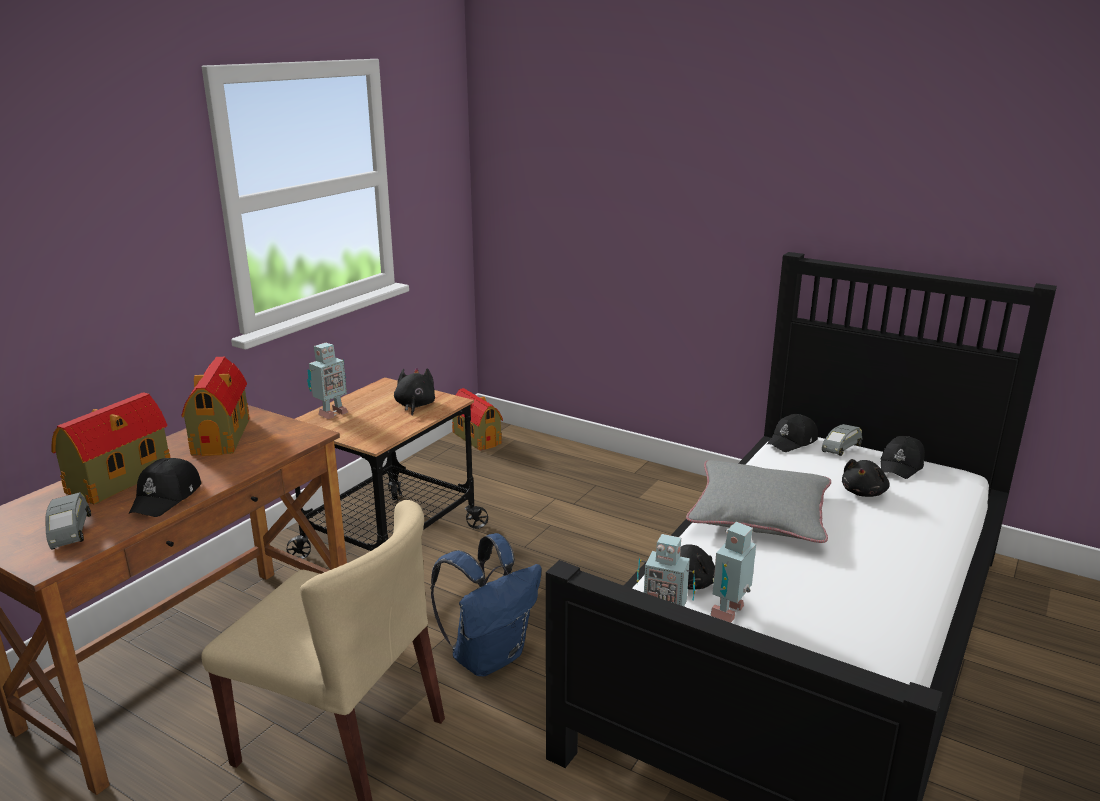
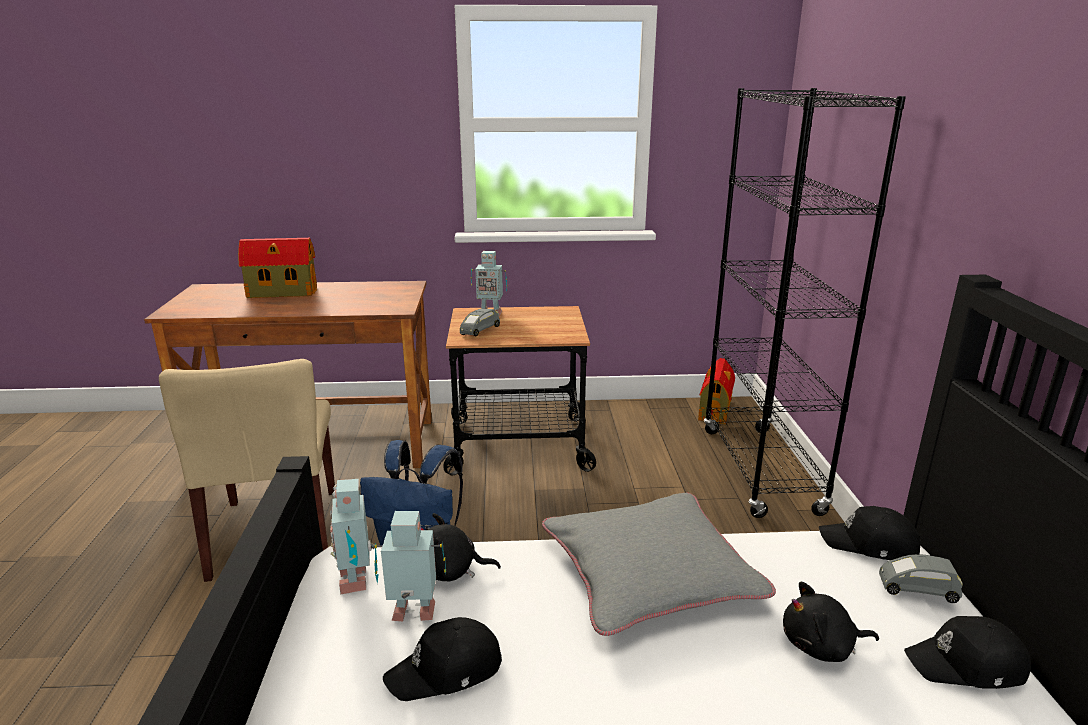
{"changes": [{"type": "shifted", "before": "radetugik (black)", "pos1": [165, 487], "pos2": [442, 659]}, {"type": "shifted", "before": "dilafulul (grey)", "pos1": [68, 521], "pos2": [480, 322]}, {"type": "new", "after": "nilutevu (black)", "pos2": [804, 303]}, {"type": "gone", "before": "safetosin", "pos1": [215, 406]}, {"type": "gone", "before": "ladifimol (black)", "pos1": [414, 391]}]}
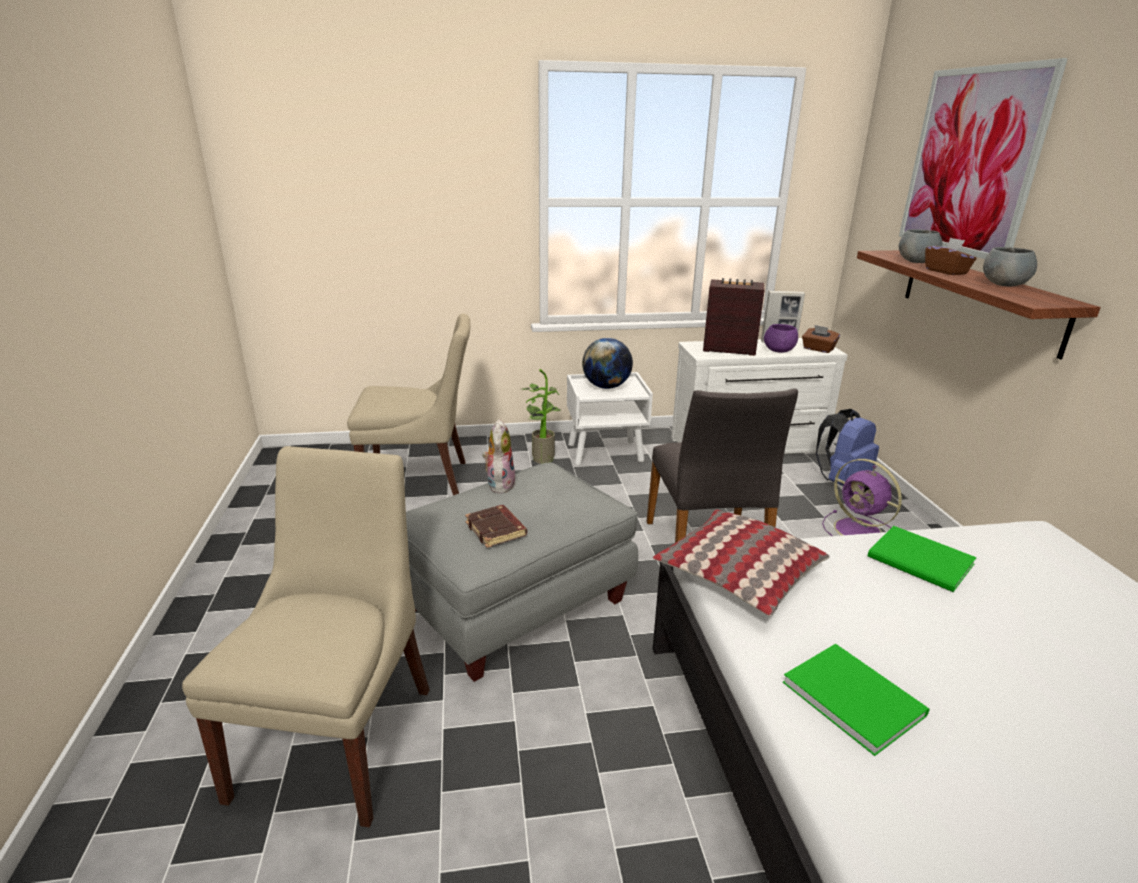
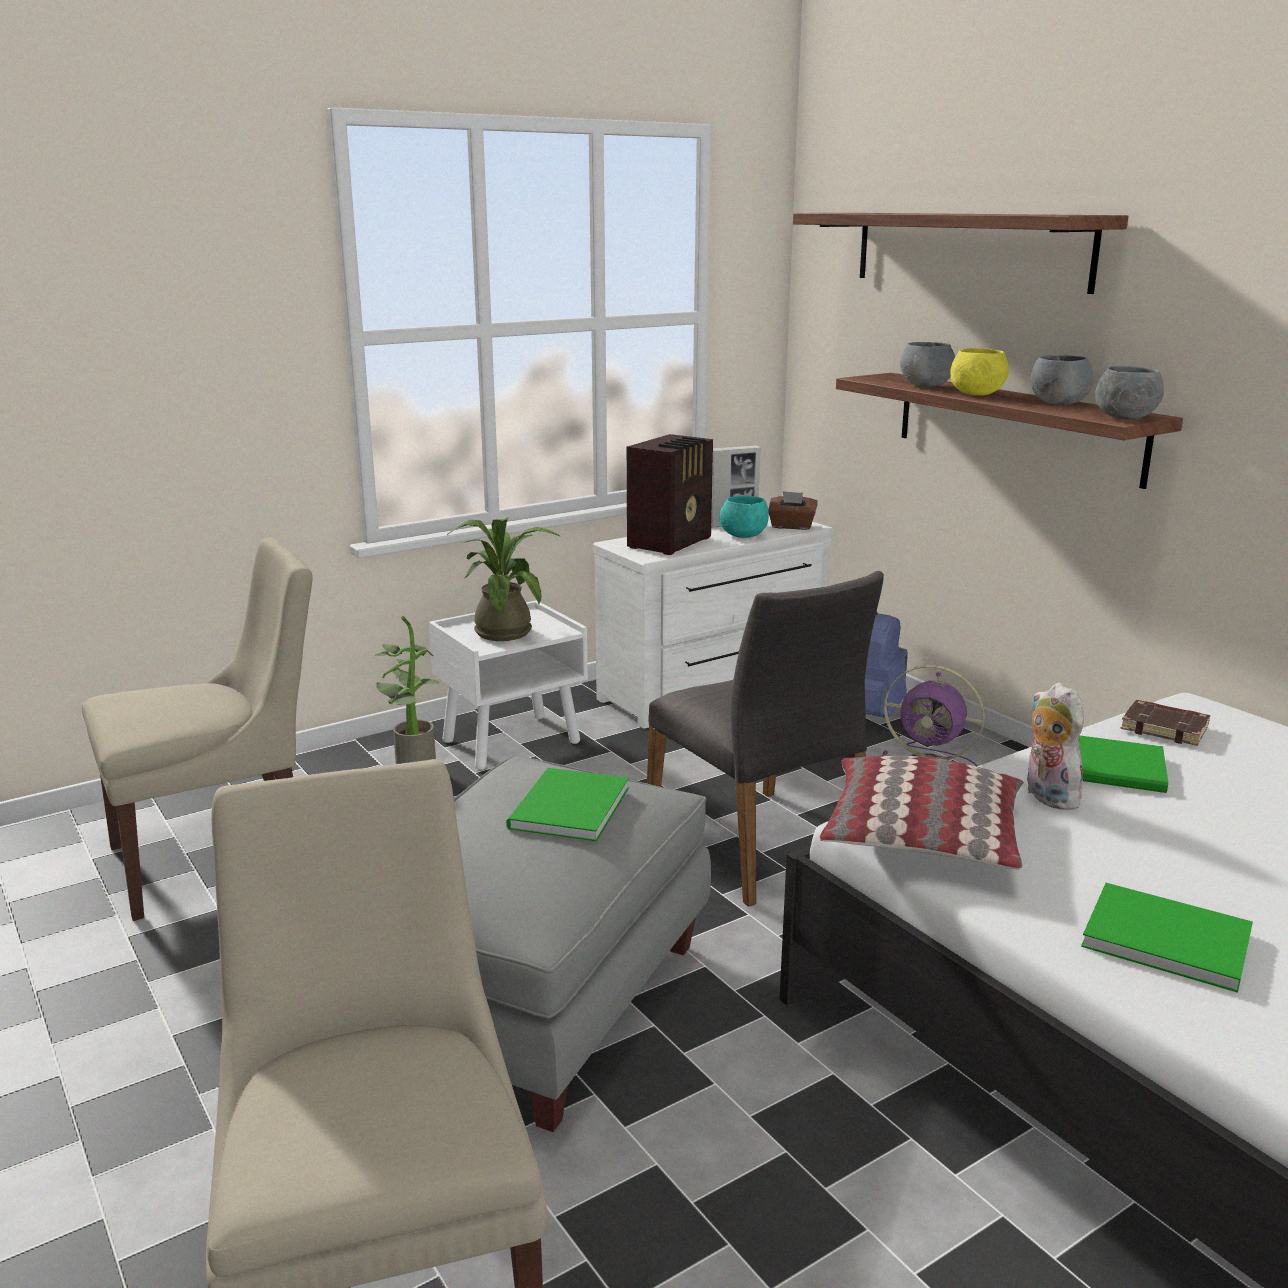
{"changes": [{"type": "swapped", "before": "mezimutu", "after": "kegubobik", "pos1": [607, 363], "pos2": [503, 579]}, {"type": "new", "after": "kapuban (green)", "pos2": [567, 805]}, {"type": "rotated", "before": "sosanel", "pos1": [734, 317], "pos2": [670, 494], "turn": 135}, {"type": "repainted", "before": "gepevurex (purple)", "after": "gepevurex (turquoise)", "pos1": [781, 338], "pos2": [744, 517]}, {"type": "swapped", "before": "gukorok", "after": "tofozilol", "pos1": [983, 158], "pos2": [960, 253]}, {"type": "swapped", "before": "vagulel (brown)", "after": "gepevurex (yellow)", "pos1": [951, 256], "pos2": [979, 372]}, {"type": "shifted", "before": "ladifimol", "pos1": [498, 456], "pos2": [1055, 746]}, {"type": "new", "after": "gepevurex (grey)", "pos2": [1129, 392]}, {"type": "shifted", "before": "kapuban (brown)", "pos1": [496, 526], "pos2": [1165, 723]}]}
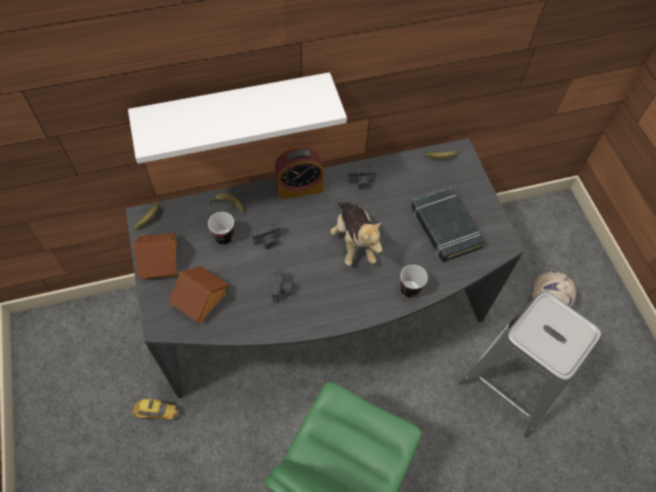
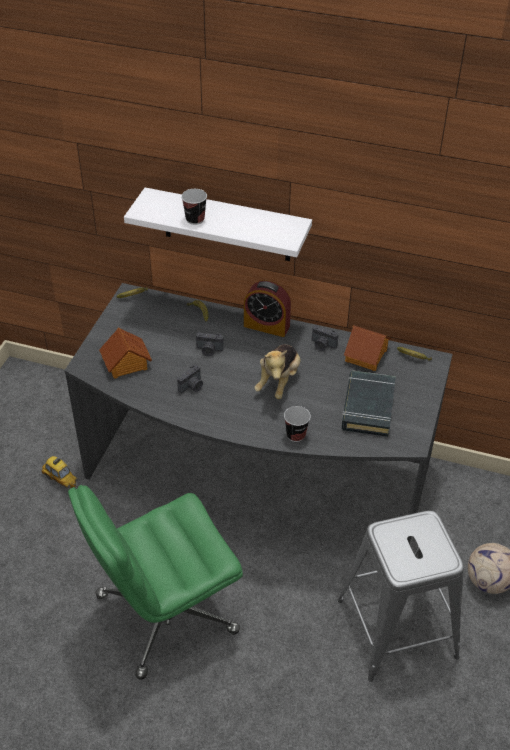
{"changes": [{"type": "shifted", "before": "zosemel", "pos1": [221, 228], "pos2": [194, 207]}, {"type": "shifted", "before": "safetosin", "pos1": [155, 256], "pos2": [367, 348]}]}
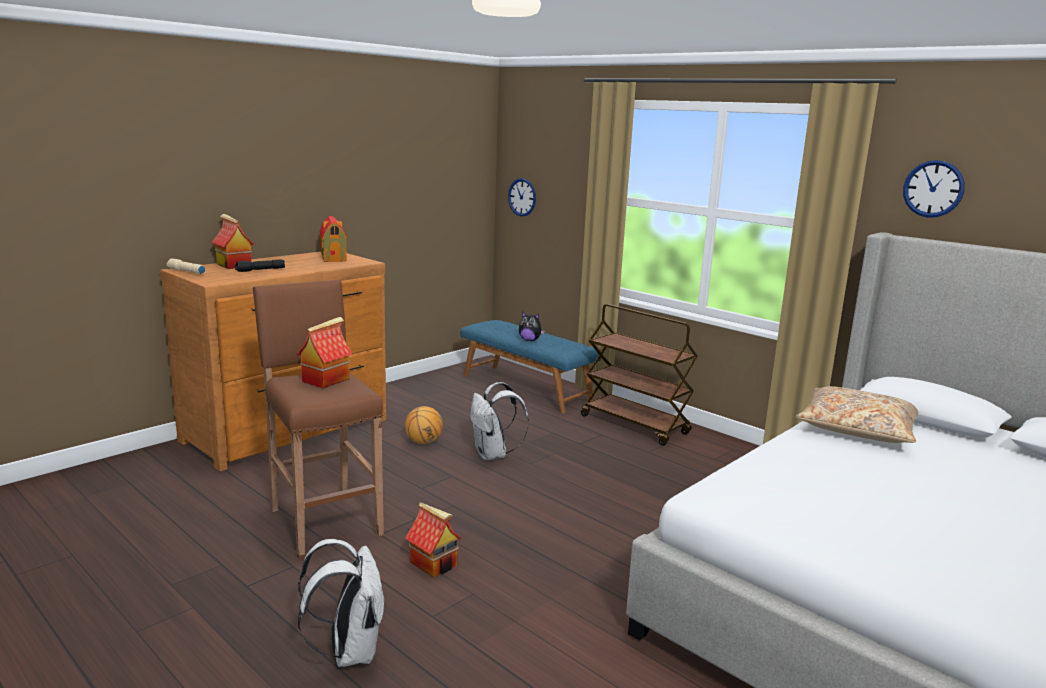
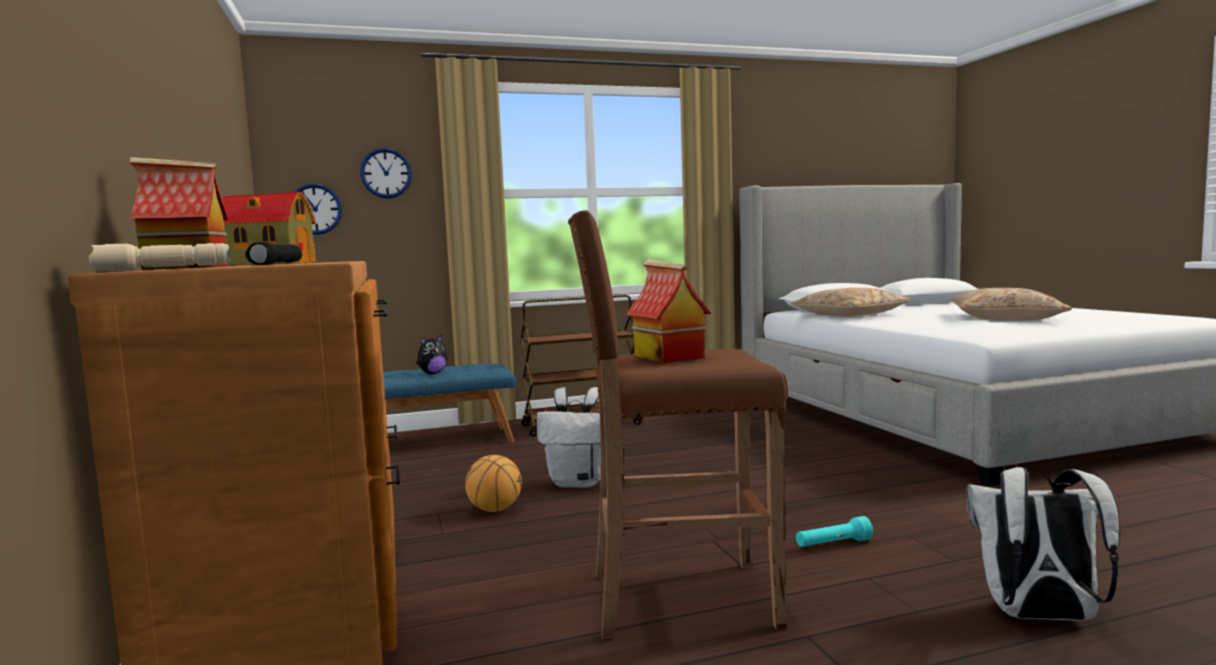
{"changes": [{"type": "shifted", "before": "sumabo", "pos1": [934, 189], "pos2": [386, 173]}, {"type": "swapped", "before": "safetosin", "after": "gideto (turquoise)", "pos1": [433, 539], "pos2": [834, 531]}, {"type": "new", "after": "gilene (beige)", "pos2": [1011, 304]}]}
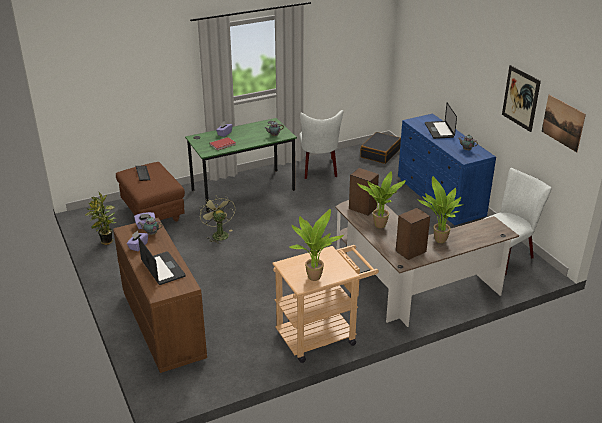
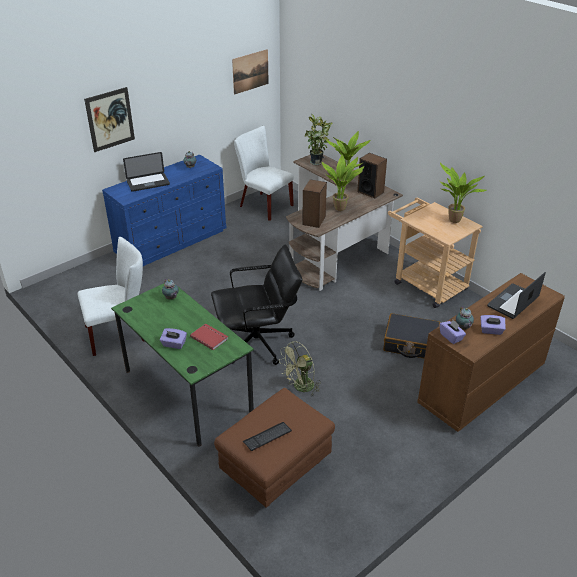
{"changes": [{"type": "shifted", "before": "gukorok", "pos1": [521, 98], "pos2": [109, 119]}, {"type": "new", "after": "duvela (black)", "pos2": [256, 304]}, {"type": "shifted", "before": "kegubobik", "pos1": [100, 218], "pos2": [318, 139]}, {"type": "shifted", "before": "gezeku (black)", "pos1": [380, 148], "pos2": [412, 336]}]}
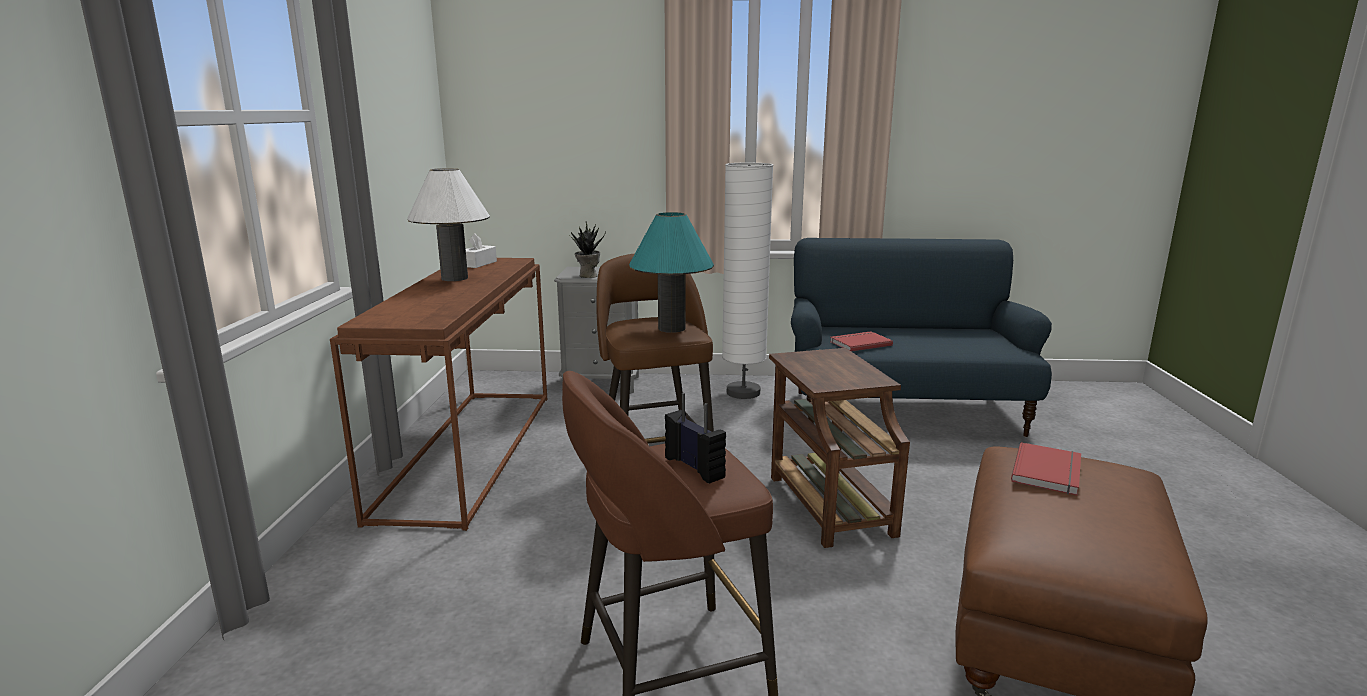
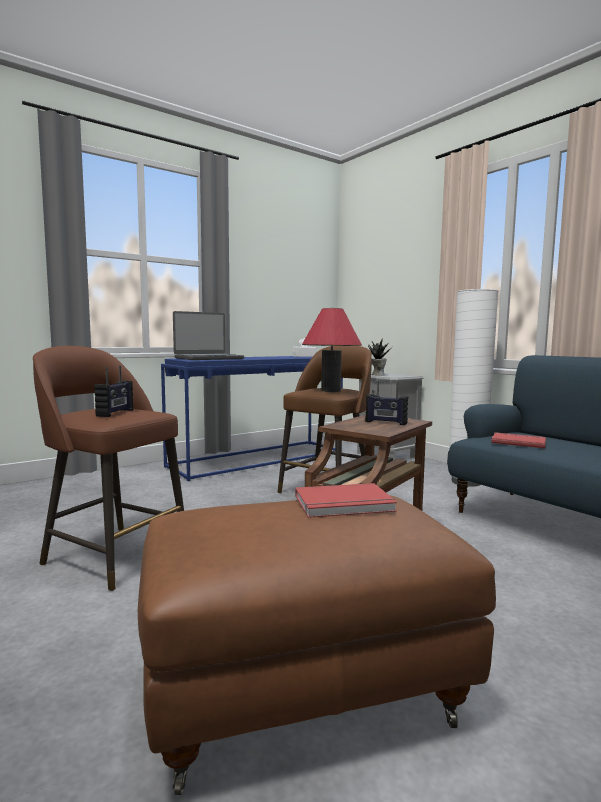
{"changes": [{"type": "repainted", "before": "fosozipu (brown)", "after": "fosozipu (blue)", "pos1": [438, 394], "pos2": [252, 418]}, {"type": "new", "after": "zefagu", "pos2": [208, 335]}, {"type": "repainted", "before": "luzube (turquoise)", "after": "luzube (red)", "pos1": [671, 272], "pos2": [332, 350]}, {"type": "new", "after": "sosanel", "pos2": [386, 403]}, {"type": "gone", "before": "luzube (white)", "pos1": [448, 224]}]}
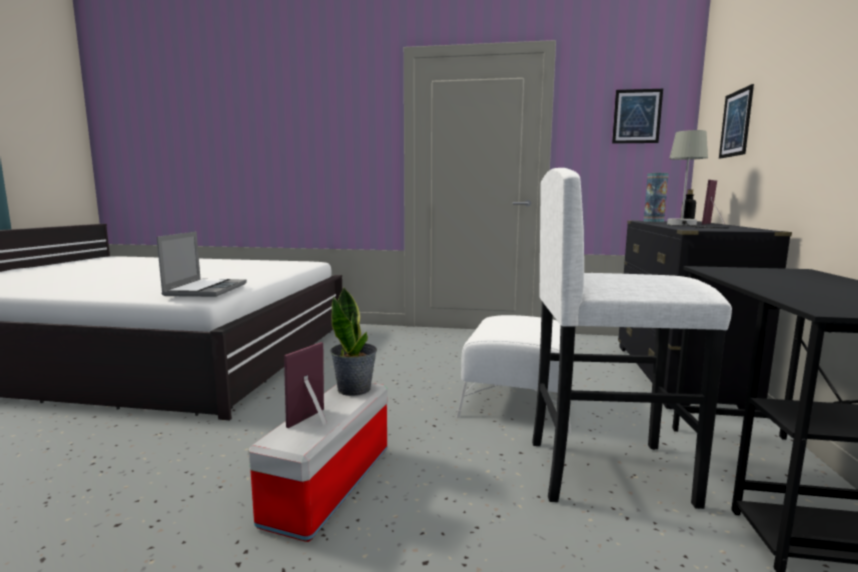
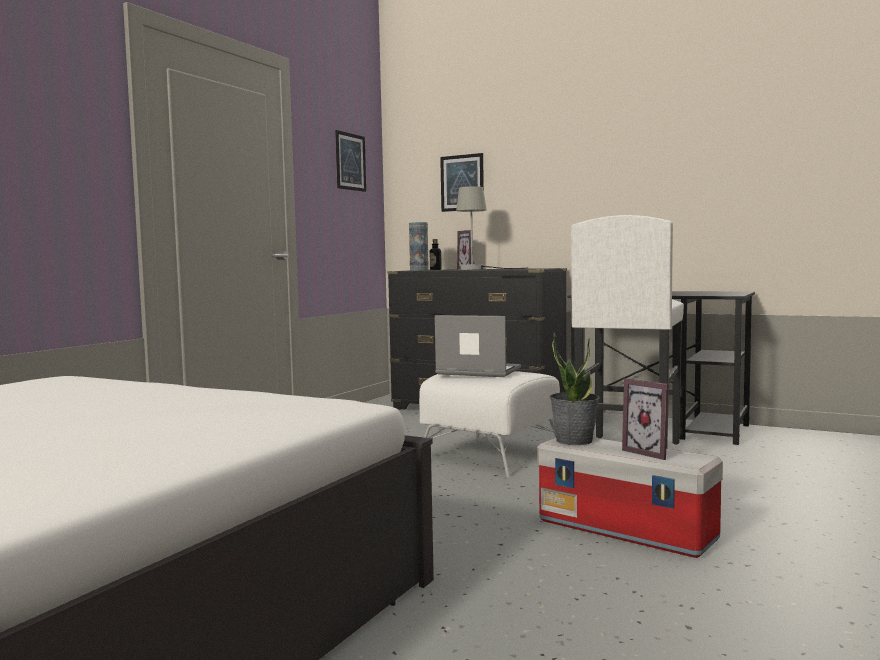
{"changes": [{"type": "shifted", "before": "zefagu", "pos1": [202, 264], "pos2": [478, 346]}]}
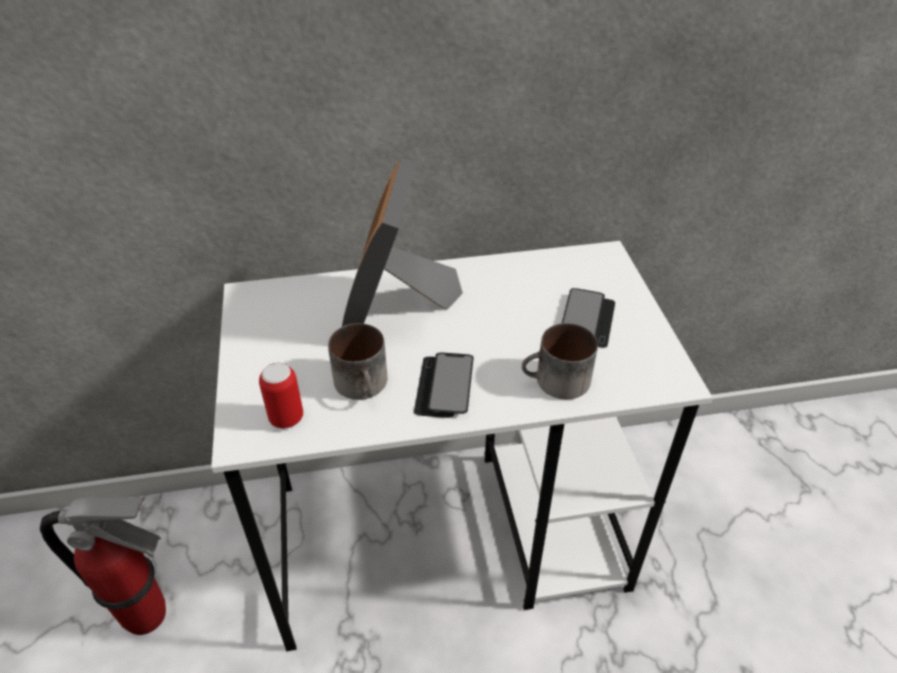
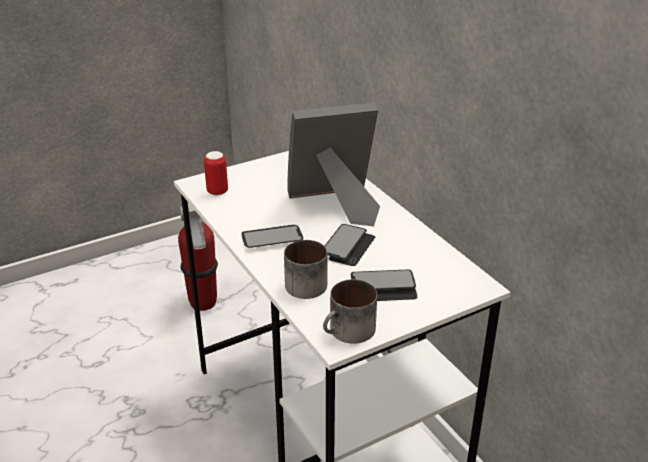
{"changes": [{"type": "shifted", "before": "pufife", "pos1": [357, 361], "pos2": [350, 311]}, {"type": "new", "after": "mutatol", "pos2": [350, 245]}]}
